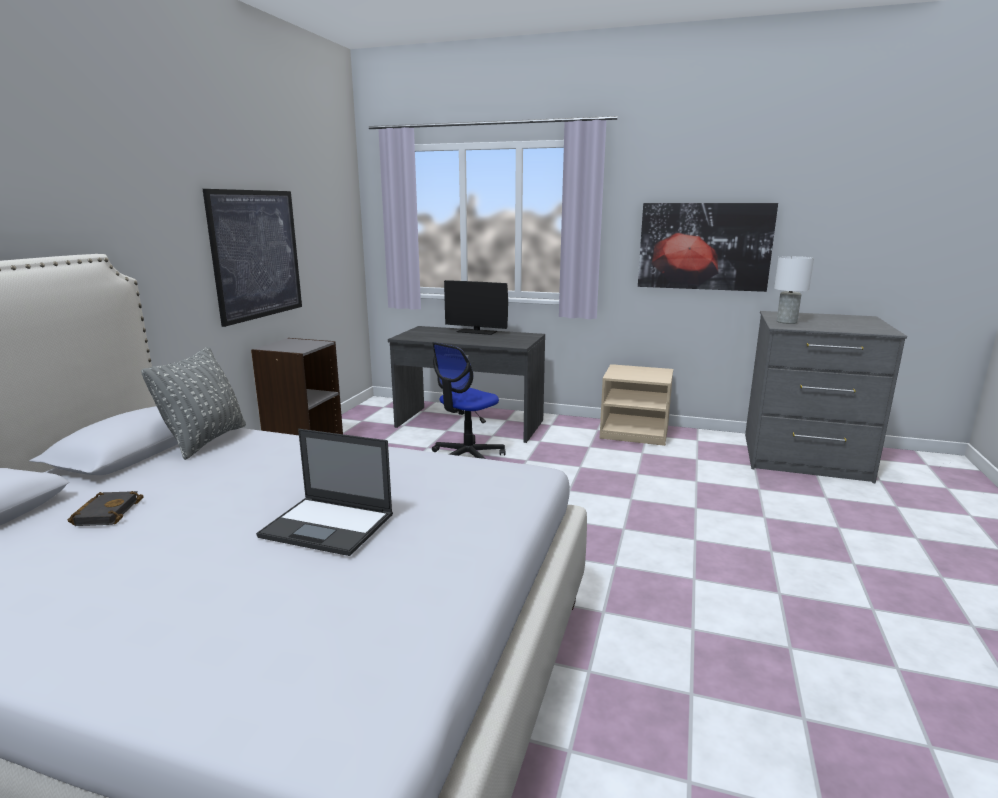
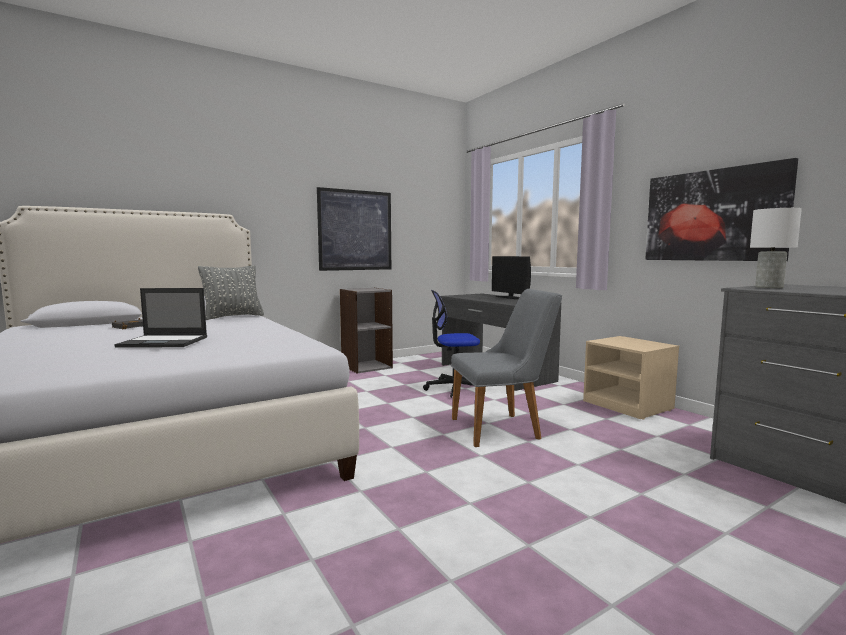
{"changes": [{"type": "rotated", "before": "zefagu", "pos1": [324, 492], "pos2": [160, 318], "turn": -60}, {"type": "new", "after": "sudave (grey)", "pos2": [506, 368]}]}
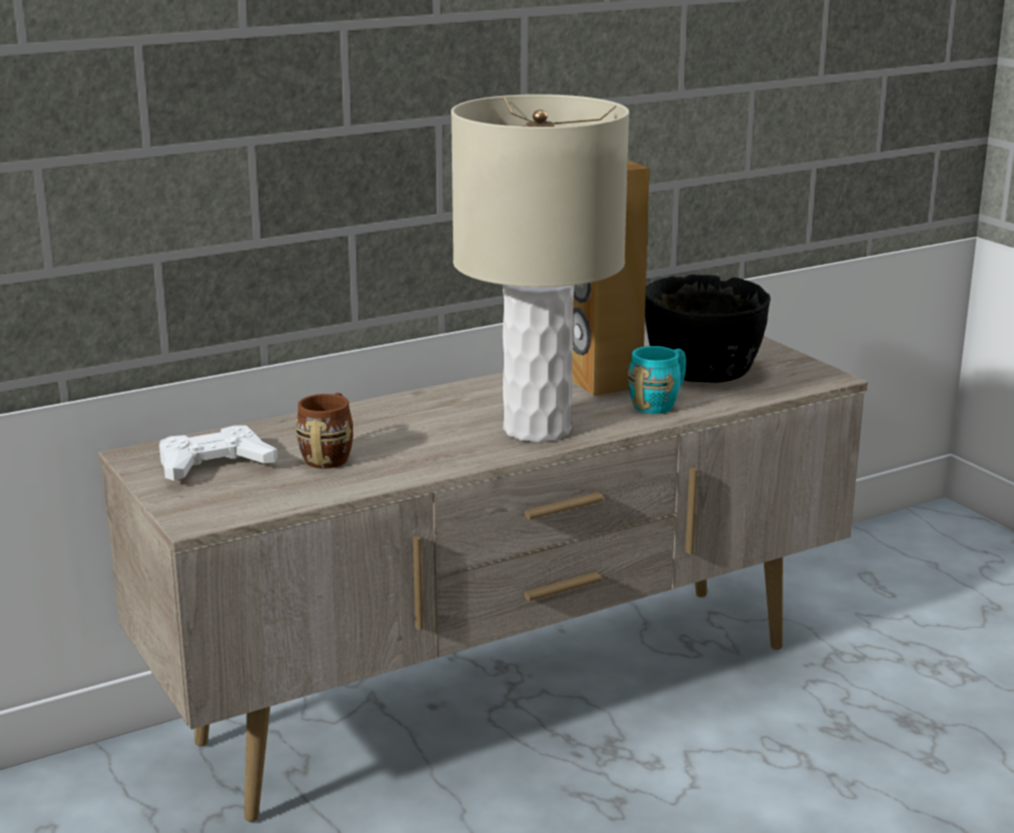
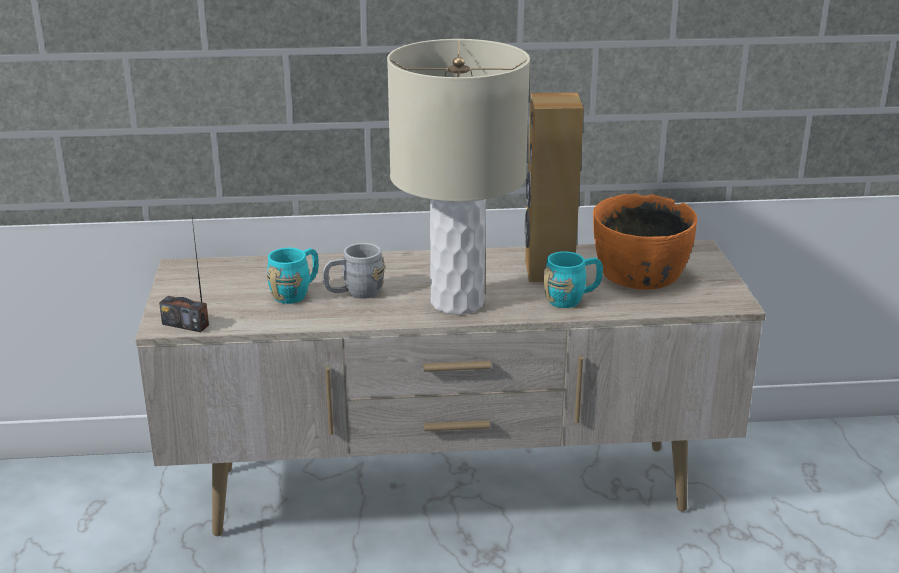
{"changes": [{"type": "new", "after": "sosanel", "pos2": [184, 275]}, {"type": "repainted", "before": "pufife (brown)", "after": "pufife (turquoise)", "pos1": [324, 431], "pos2": [292, 276]}, {"type": "new", "after": "pufife (grey)", "pos2": [353, 271]}, {"type": "repainted", "before": "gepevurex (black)", "after": "gepevurex (orange)", "pos1": [708, 328], "pos2": [645, 242]}, {"type": "gone", "before": "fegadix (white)", "pos1": [218, 453]}]}
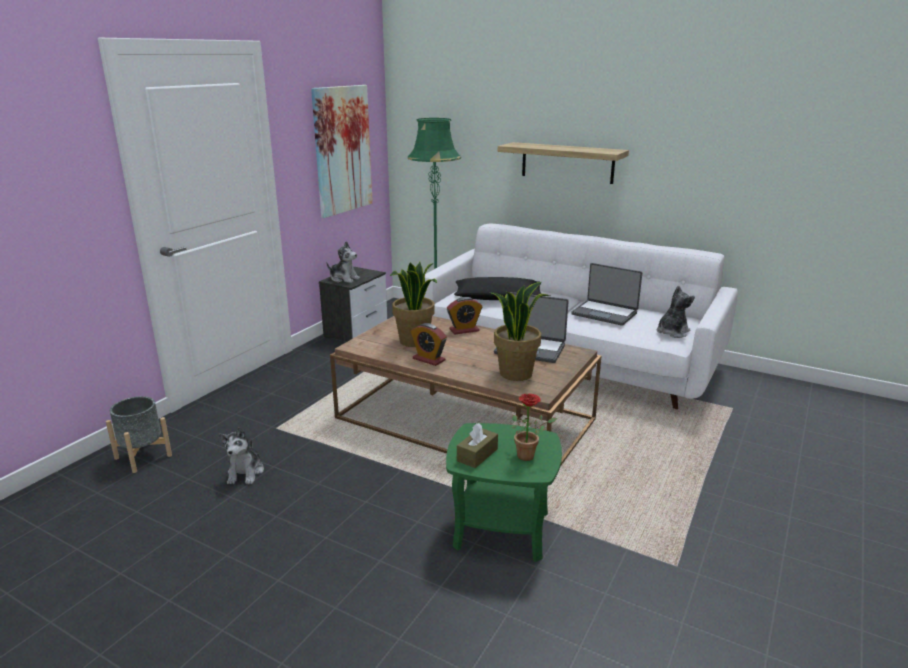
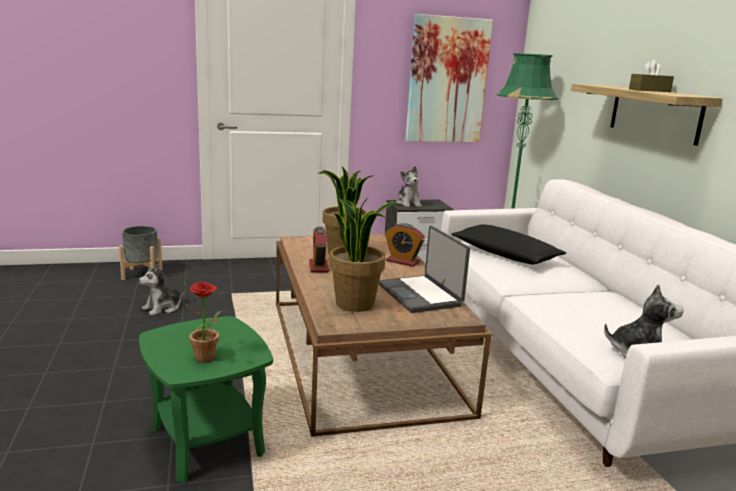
{"changes": [{"type": "shifted", "before": "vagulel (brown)", "pos1": [477, 445], "pos2": [651, 75]}, {"type": "gone", "before": "zefagu", "pos1": [606, 294]}]}
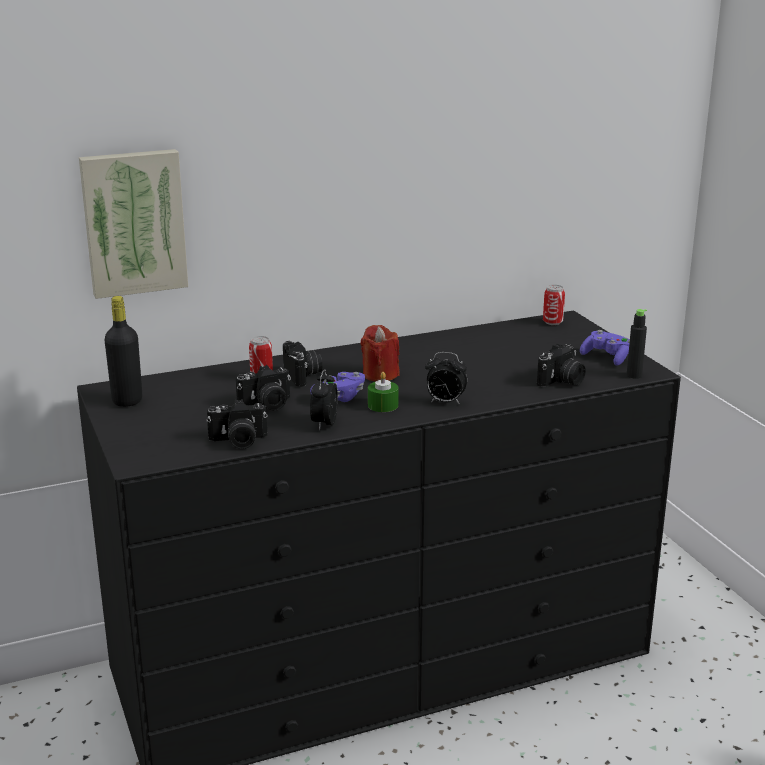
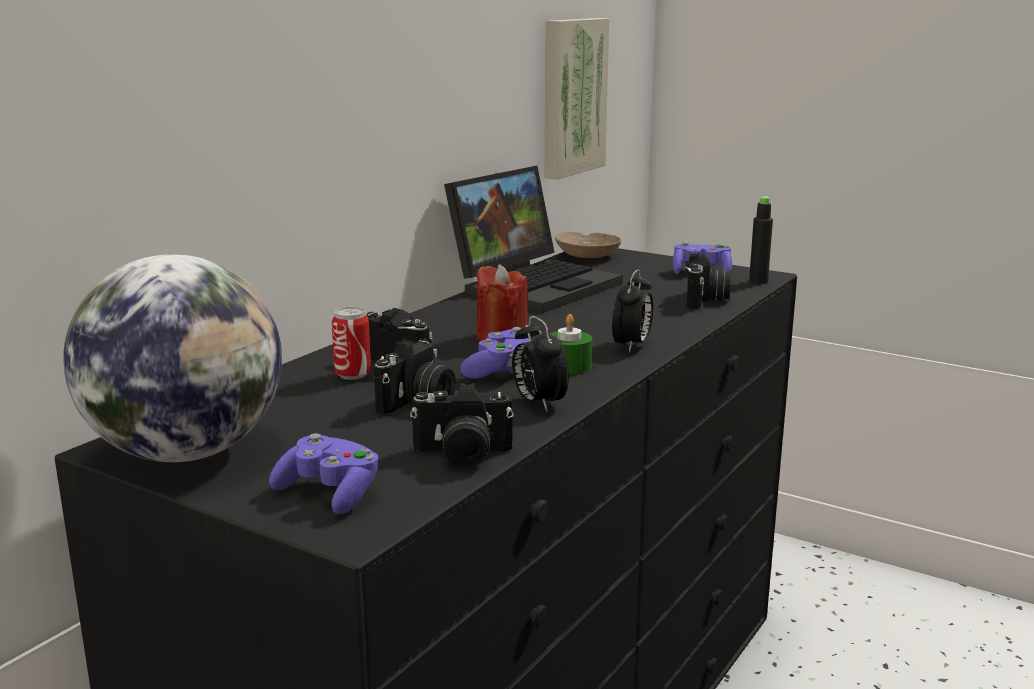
{"changes": [{"type": "swapped", "before": "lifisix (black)", "after": "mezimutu", "pos1": [123, 351], "pos2": [172, 358]}, {"type": "new", "after": "fegadix (purple)", "pos2": [324, 473]}, {"type": "rotated", "before": "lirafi", "pos1": [237, 424], "pos2": [462, 425], "turn": 45}, {"type": "new", "after": "zefagu", "pos2": [533, 239]}, {"type": "shifted", "before": "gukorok", "pos1": [133, 224], "pos2": [577, 99]}, {"type": "swapped", "before": "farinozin", "after": "gepevurex (beige)", "pos1": [554, 305], "pos2": [588, 245]}, {"type": "rotated", "before": "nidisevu", "pos1": [446, 378], "pos2": [632, 311], "turn": -45}]}
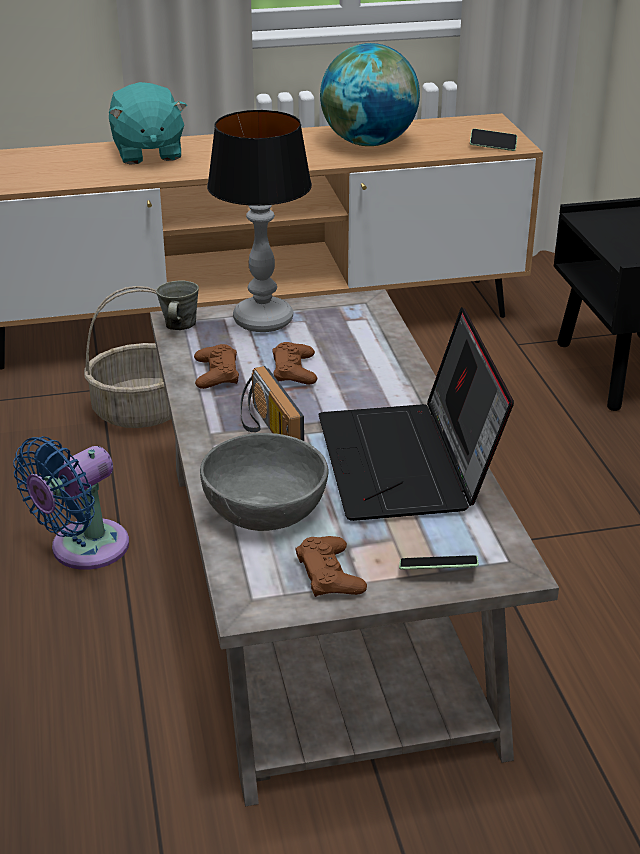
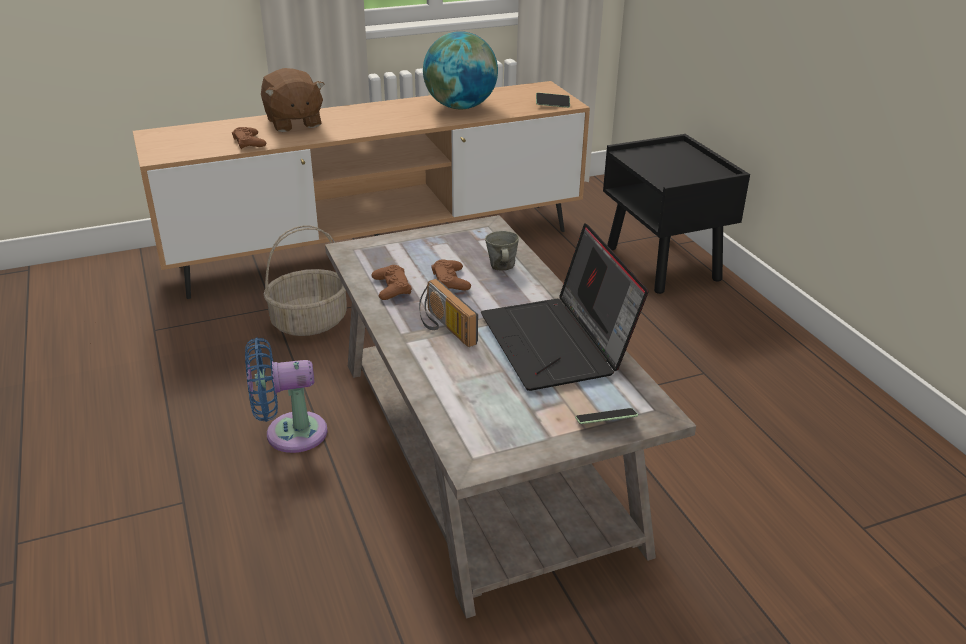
{"changes": [{"type": "shifted", "before": "fegadix (brown)", "pos1": [331, 566], "pos2": [249, 138]}, {"type": "rotated", "before": "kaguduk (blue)", "pos1": [71, 503], "pos2": [286, 395], "turn": 45}, {"type": "repainted", "before": "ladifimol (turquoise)", "after": "ladifimol (brown)", "pos1": [148, 123], "pos2": [293, 100]}, {"type": "shifted", "before": "pufife (grey)", "pos1": [177, 305], "pos2": [502, 250]}, {"type": "gone", "before": "gepevurex (grey)", "pos1": [264, 482]}, {"type": "gone", "before": "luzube", "pos1": [259, 221]}]}
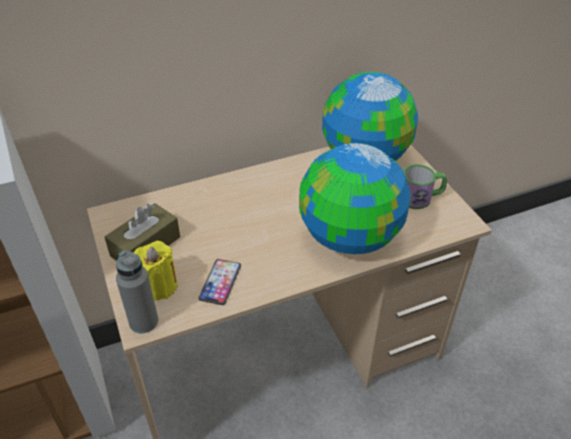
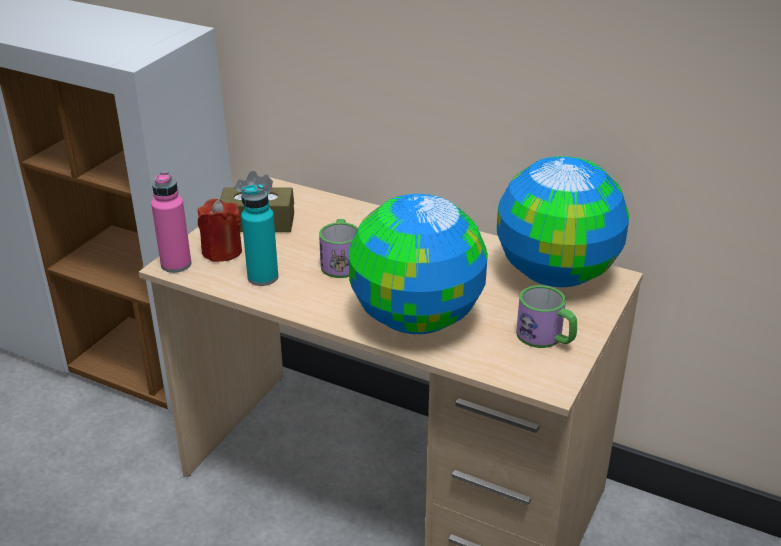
{"changes": [{"type": "repainted", "before": "lifisix (grey)", "after": "lifisix (pink)", "pos1": [137, 291], "pos2": [171, 222]}, {"type": "repainted", "before": "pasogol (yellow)", "after": "pasogol (red)", "pos1": [156, 270], "pos2": [220, 230]}, {"type": "swapped", "before": "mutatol", "after": "lifisix (turquoise)", "pos1": [220, 282], "pos2": [259, 235]}, {"type": "new", "after": "pufife", "pos2": [338, 248]}]}
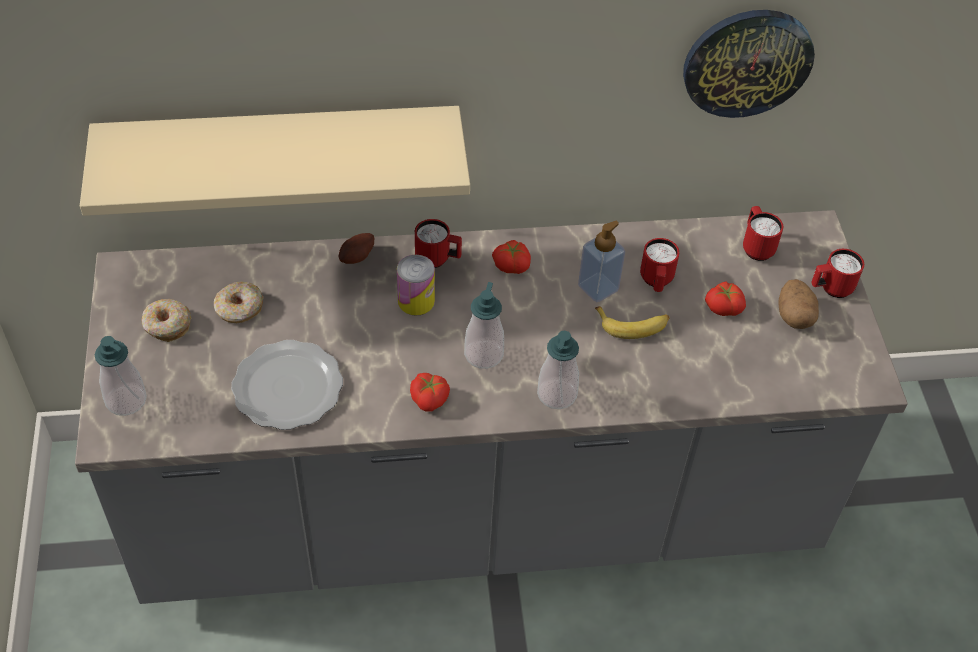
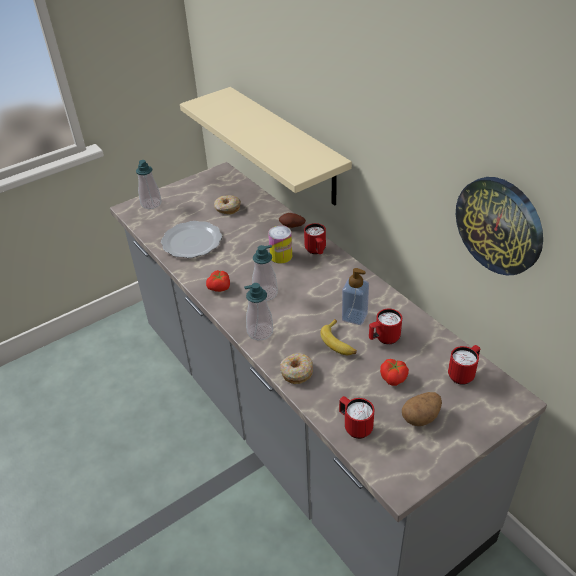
{"changes": [{"type": "shifted", "before": "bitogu", "pos1": [166, 320], "pos2": [296, 368]}, {"type": "shifted", "before": "pufife (red)", "pos1": [837, 273], "pos2": [356, 417]}, {"type": "gone", "before": "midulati", "pos1": [511, 257]}]}
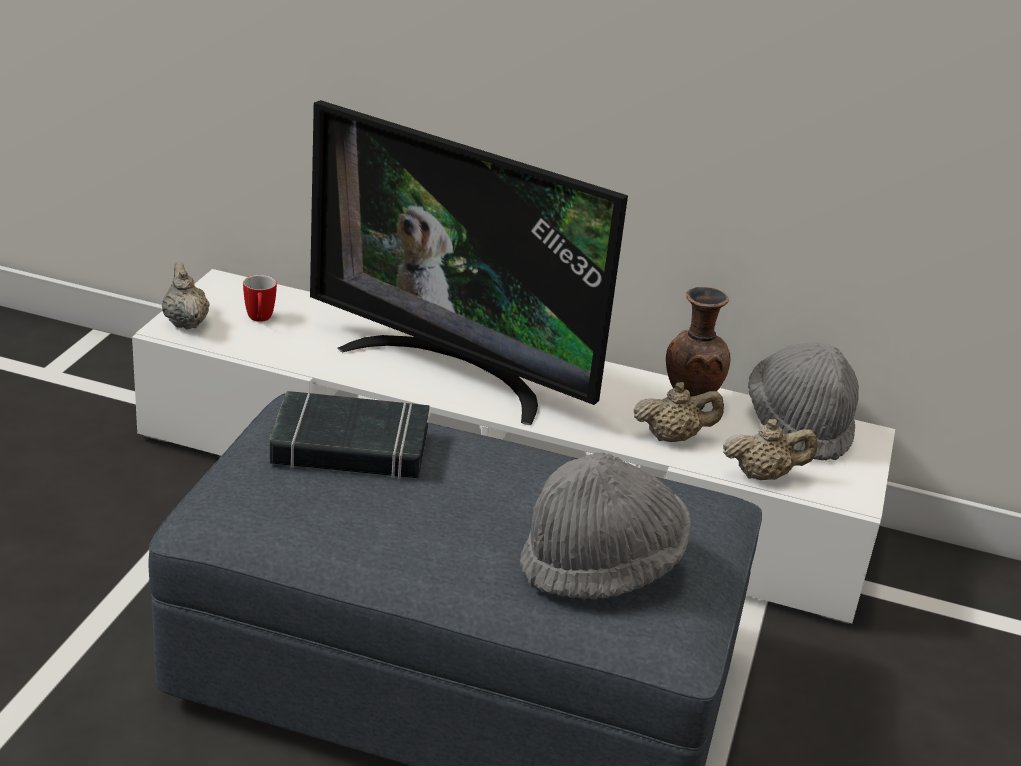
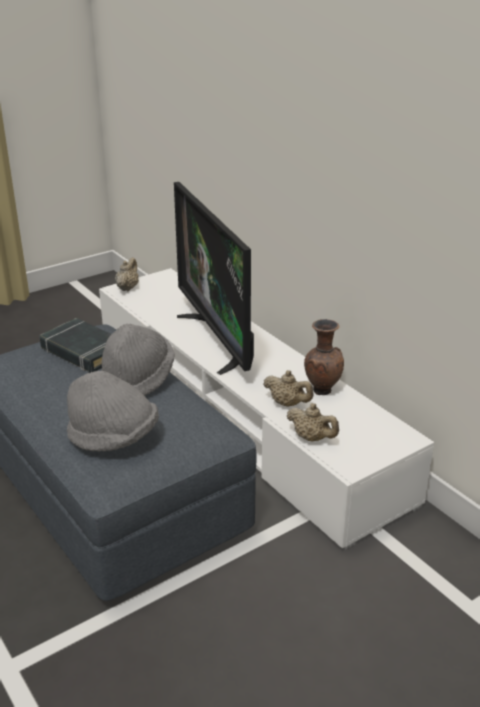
{"changes": [{"type": "shifted", "before": "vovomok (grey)", "pos1": [803, 401], "pos2": [138, 360]}, {"type": "gone", "before": "pufife", "pos1": [260, 298]}]}
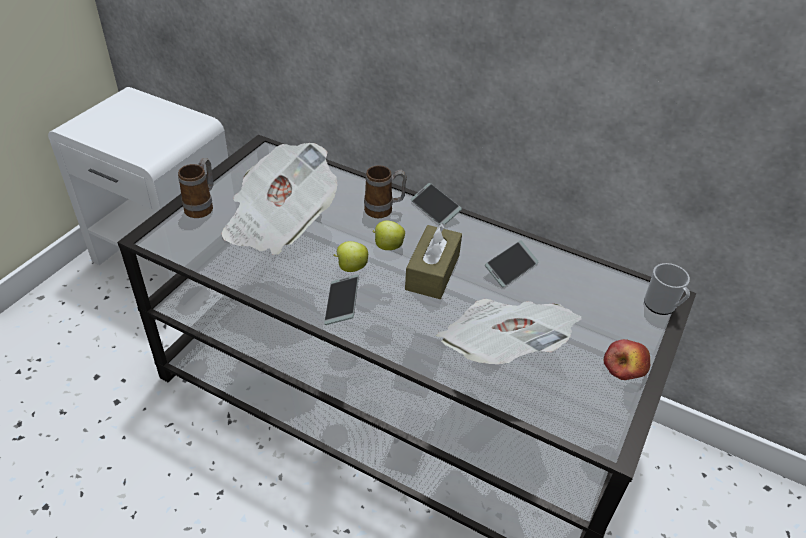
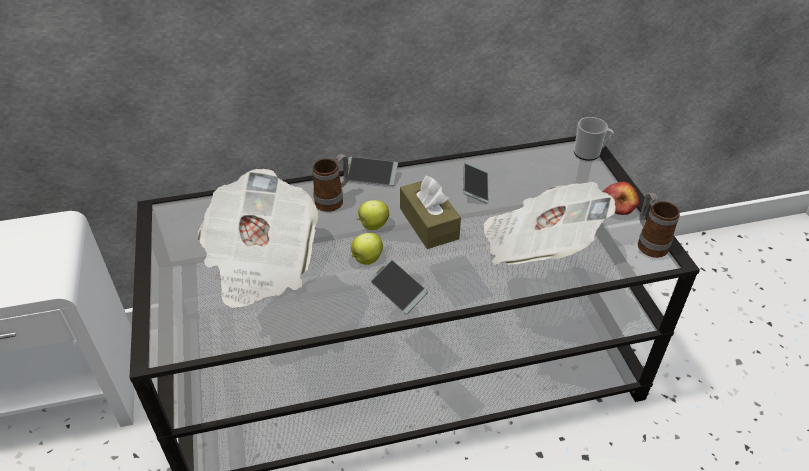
{"changes": [{"type": "shifted", "before": "pufife", "pos1": [196, 188], "pos2": [659, 225]}]}
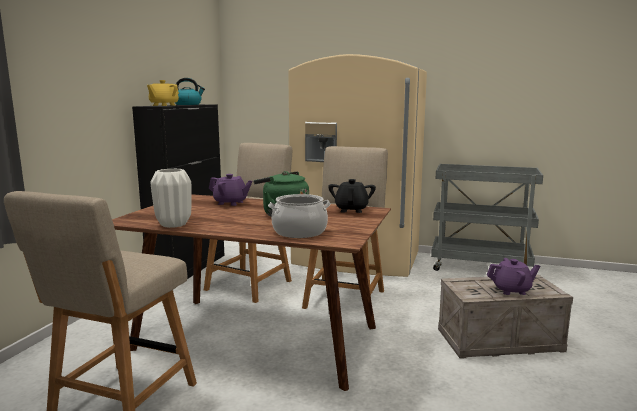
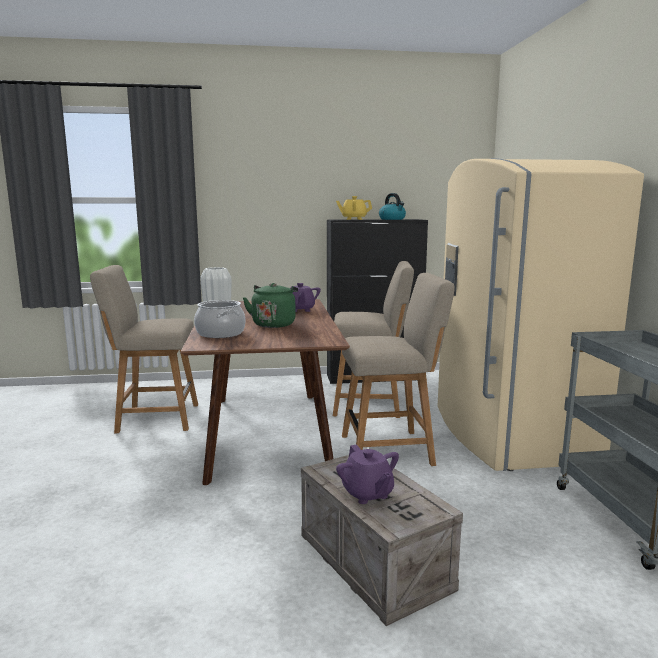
{"changes": [{"type": "gone", "before": "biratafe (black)", "pos1": [352, 196]}]}
